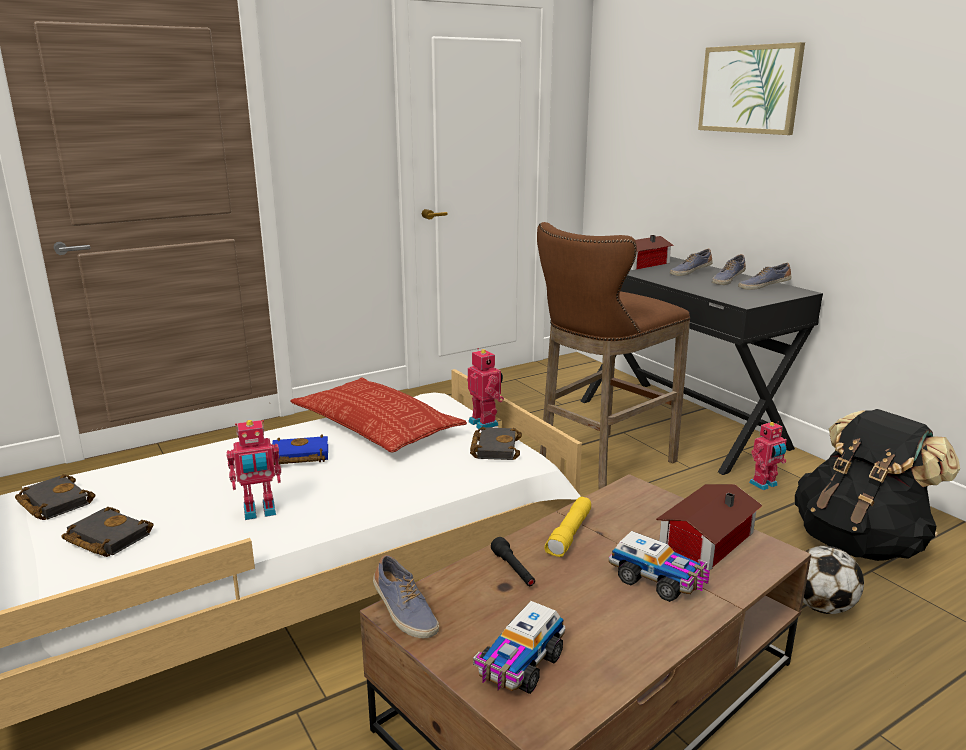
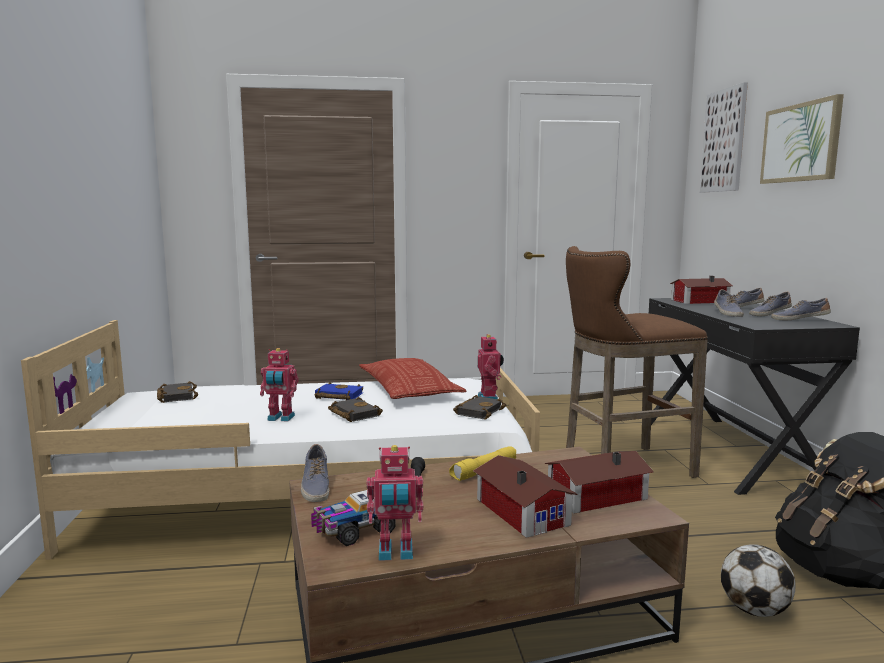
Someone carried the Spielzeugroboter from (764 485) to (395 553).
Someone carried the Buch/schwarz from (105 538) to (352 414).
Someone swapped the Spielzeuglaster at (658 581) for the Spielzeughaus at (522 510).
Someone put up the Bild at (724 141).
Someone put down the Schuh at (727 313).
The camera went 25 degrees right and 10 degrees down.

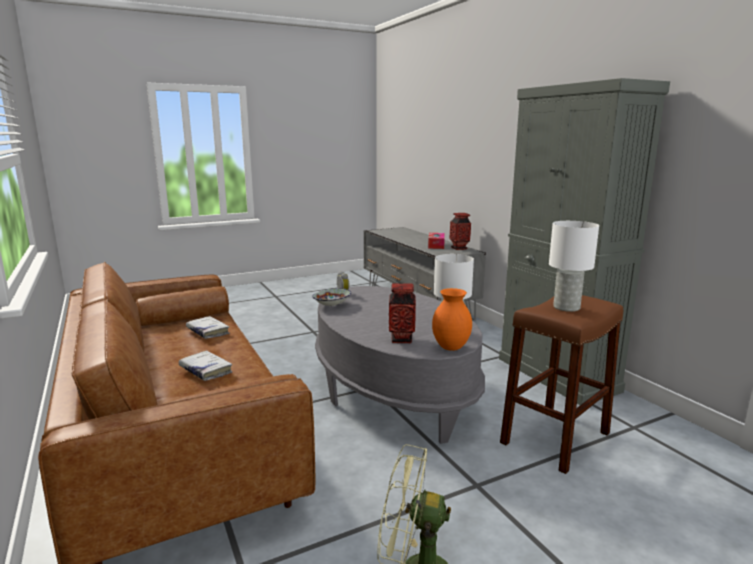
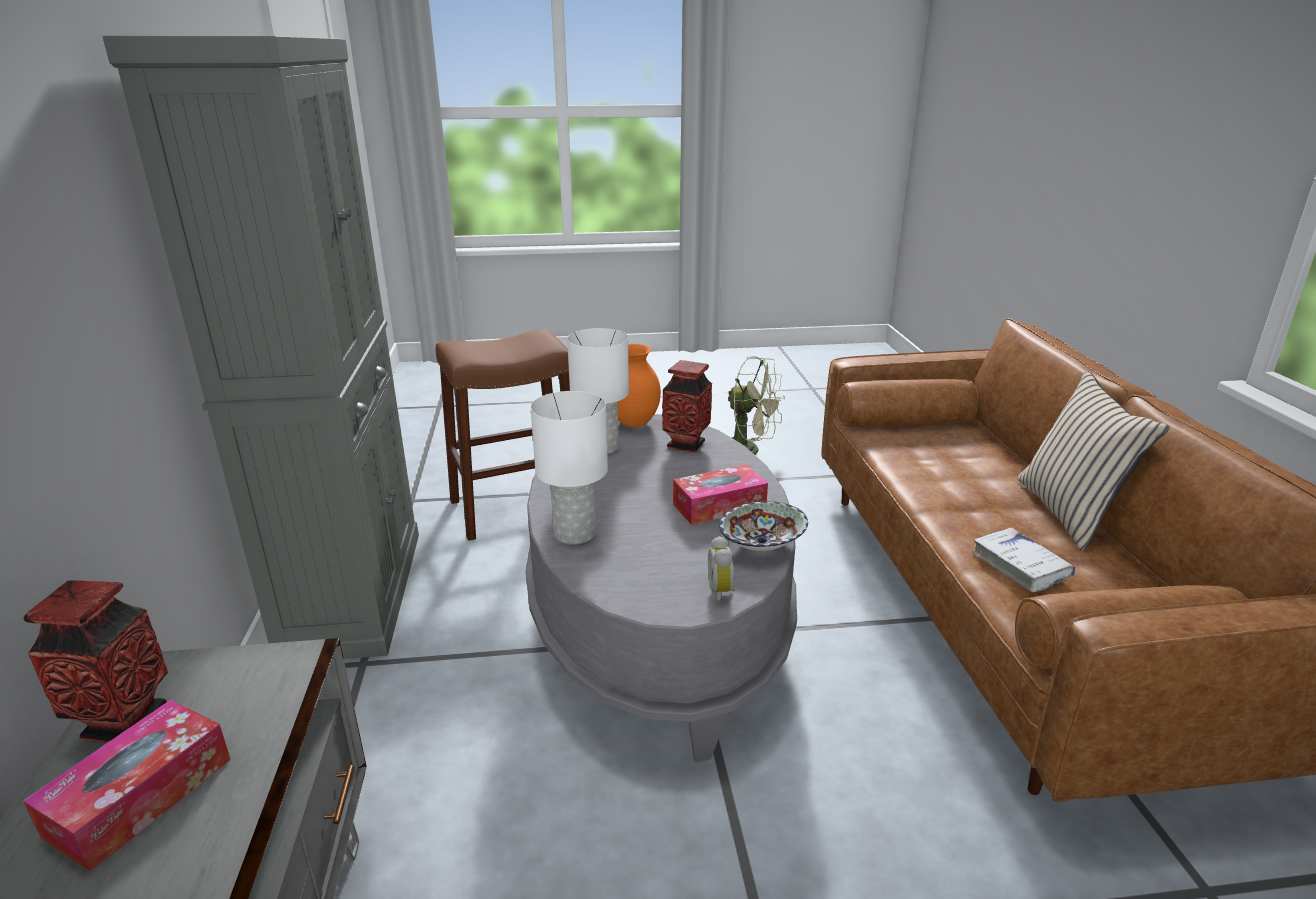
Someone carried the Tischlampe/weiß from (567 307) to (573 533).
Someone took away the Buch/weiß at (206 371).
Someone put down the Kissen/beige at (1070 512).
Someone put down the Taschentuchbox at (719 506).
The camera went 160 degrees left and 10 degrees up.

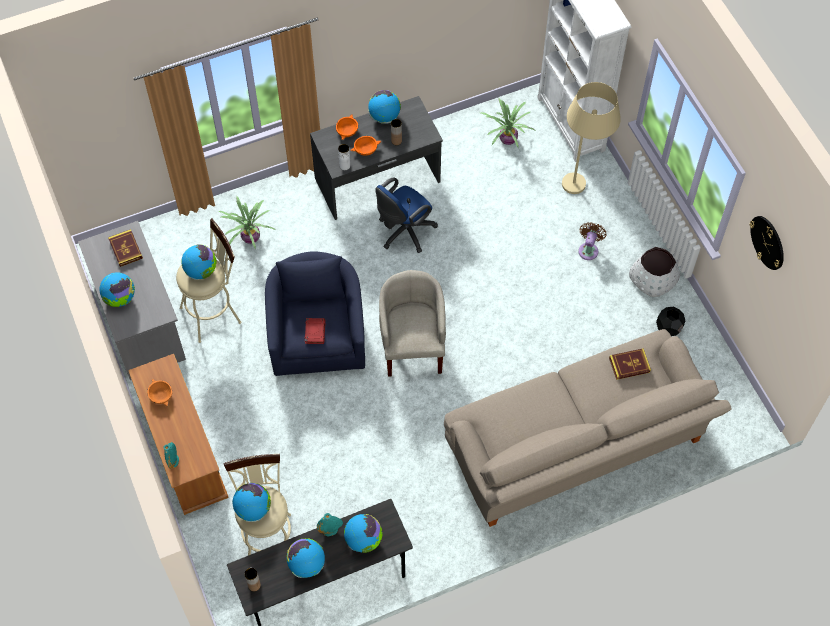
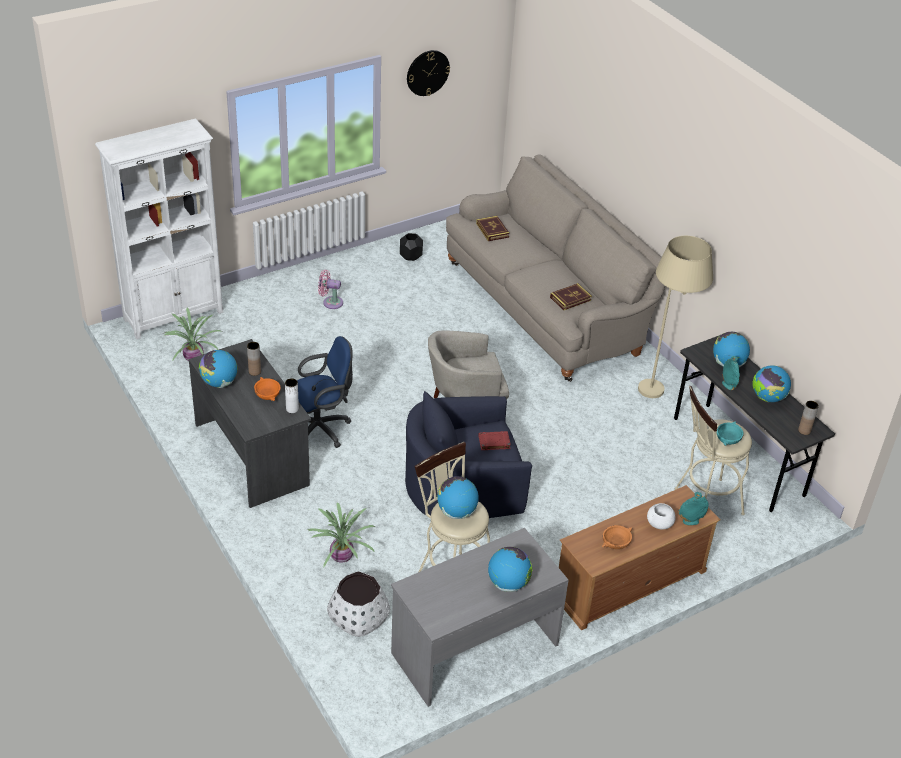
Someone carried the Stehlampe/beige from (579 194) to (662 385).
Someone took away the Schüssel/orange at (347 131).
Someone rotated the Bürostuhl/blau at (404 232) by 60 degrees counterclockwise.
Someone repainted the Ventilator/braun at (589 249), which became the Ventilator/rosa at (330 302).
Someone carried the Buch from (125 249) to (570 299).
Someone carried the Pflanzkübel/weiß from (653 278) to (358 615).
Someone swapped the Globus at (253 509) for the Schüssel/türkis at (728 439).
Someone put down the Schüssel/weiß at (660 524).
The camera went 100 degrees left and 20 degrees down.

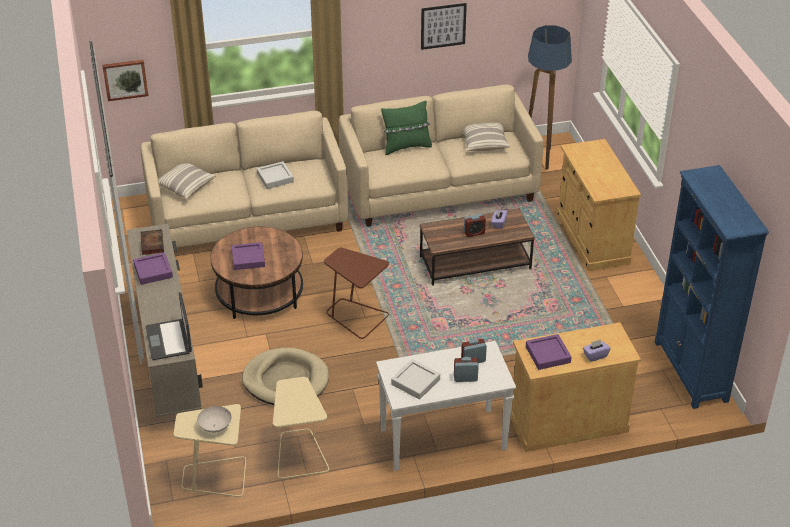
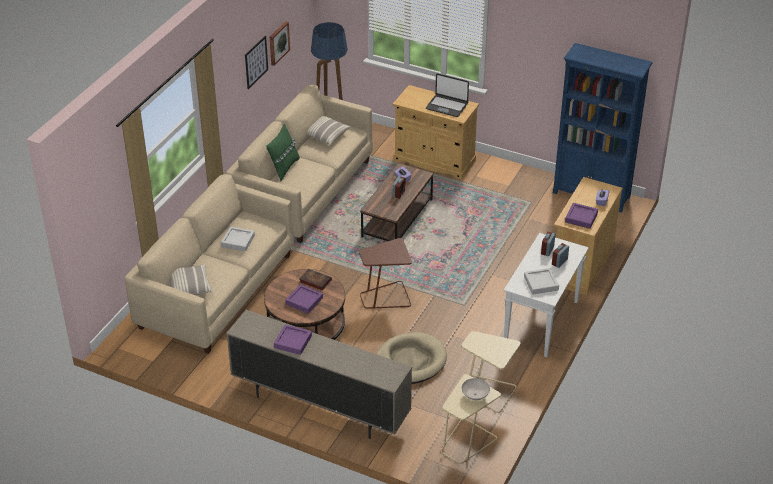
Someone carried the Bild from (125 79) to (278 43).
Someone carried the Buch from (152 243) to (314 281).
Someone carried the Laptop from (169 340) to (447 106).
The camera went 50 degrees left and 0 degrees up.

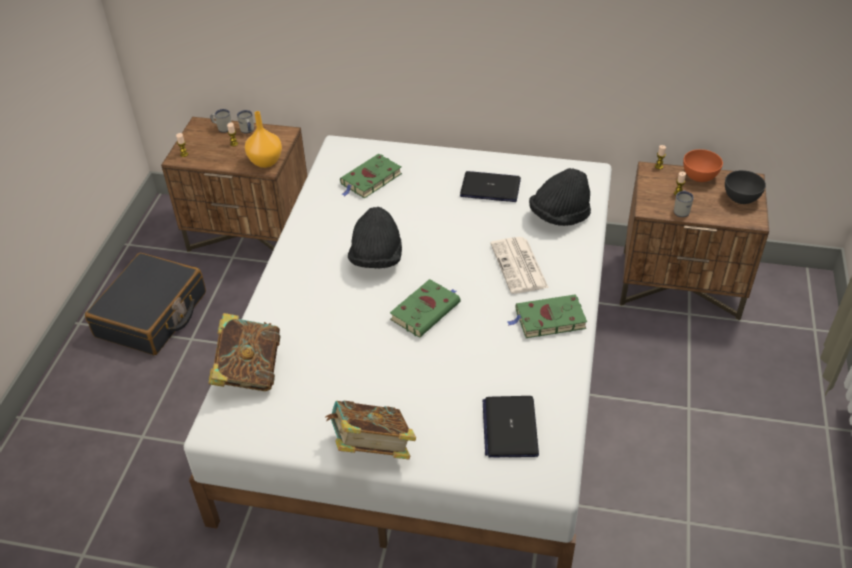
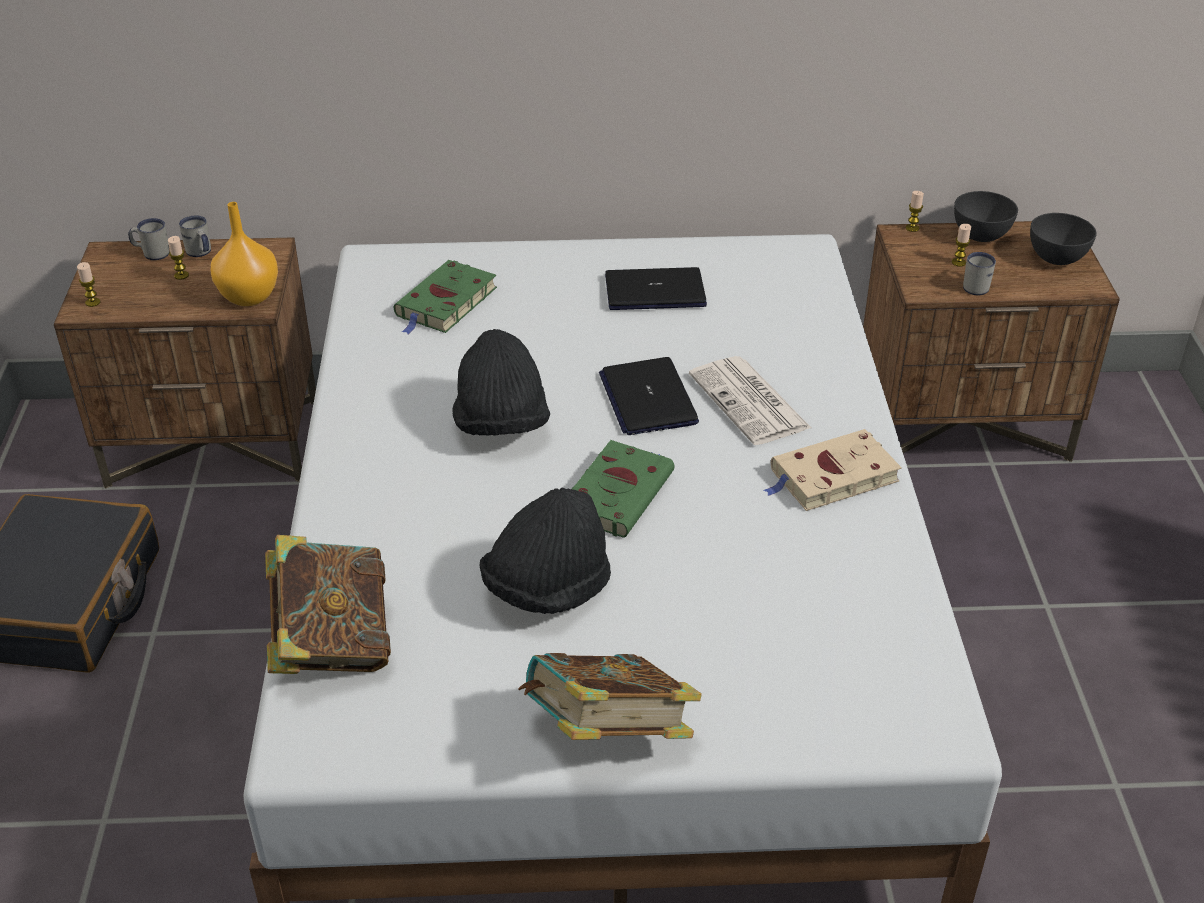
Someone repainted the Schüssel/orange at (699 177), which became the Schüssel/grau at (981 235).
Someone carried the Hut/schwarz from (559 216) to (547 588).
Someone repainted the Buch/grün at (548 320), which became the Buch/beige at (831 477).
Someone carried the Laptop from (510 427) to (647 398).
The camera went 15 degrees left and 5 degrees down.

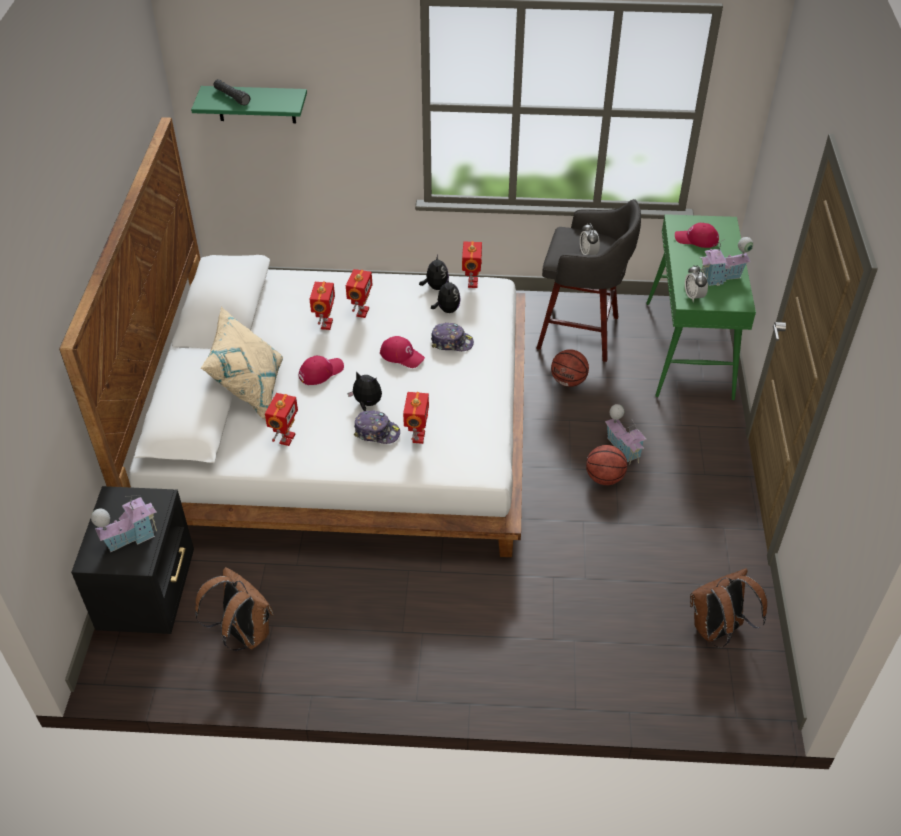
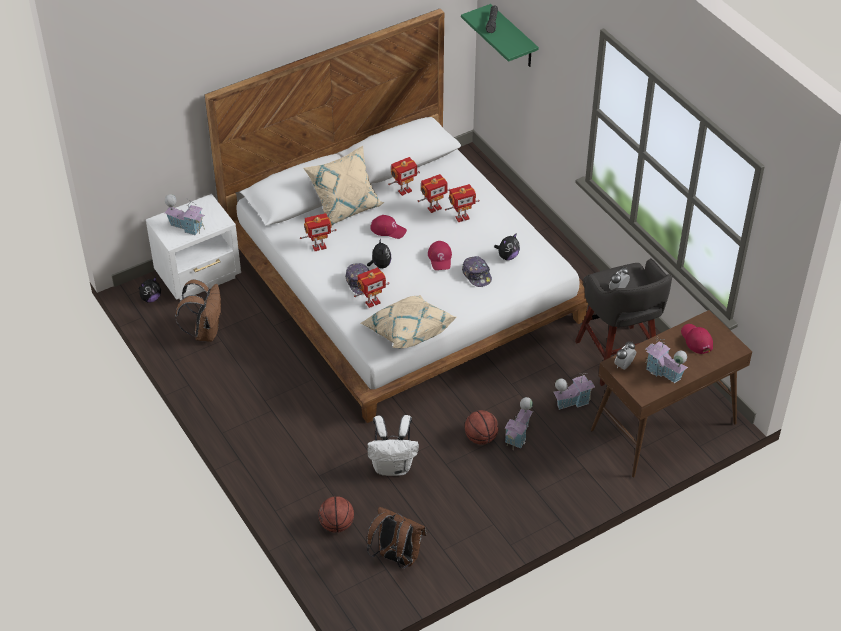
Someone repainted the Konsolentisch/grün at (689 350), which became the Konsolentisch/braun at (663 428).
Someone carried the Spielzeugroboter from (471 283) to (404 190).
Someone carried the Plüschtier from (435 286) to (151 298).
Someone carried the Basketball from (568 381) to (336 525).
Someone repainted the Nachttisch/schwarz at (150 593), which became the Nachttisch/weiß at (200 276).
Someone put down the Kissen/beige at (407 331).
Someone put down the Spielzeughaus at (572 401).
Someone put down the Rucksack/weiß at (393 466).
The camera went 55 degrees right and 0 degrees up.

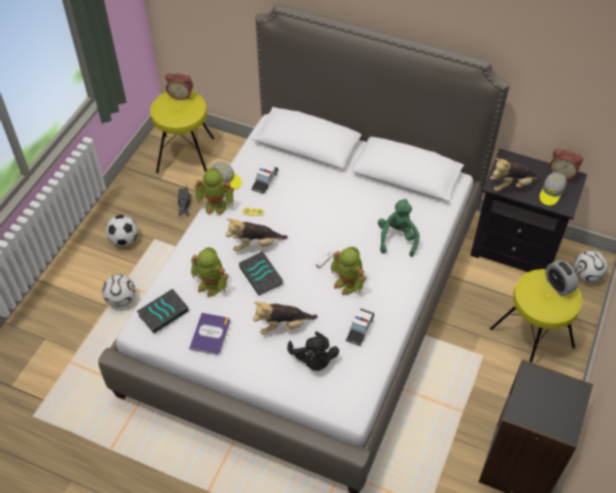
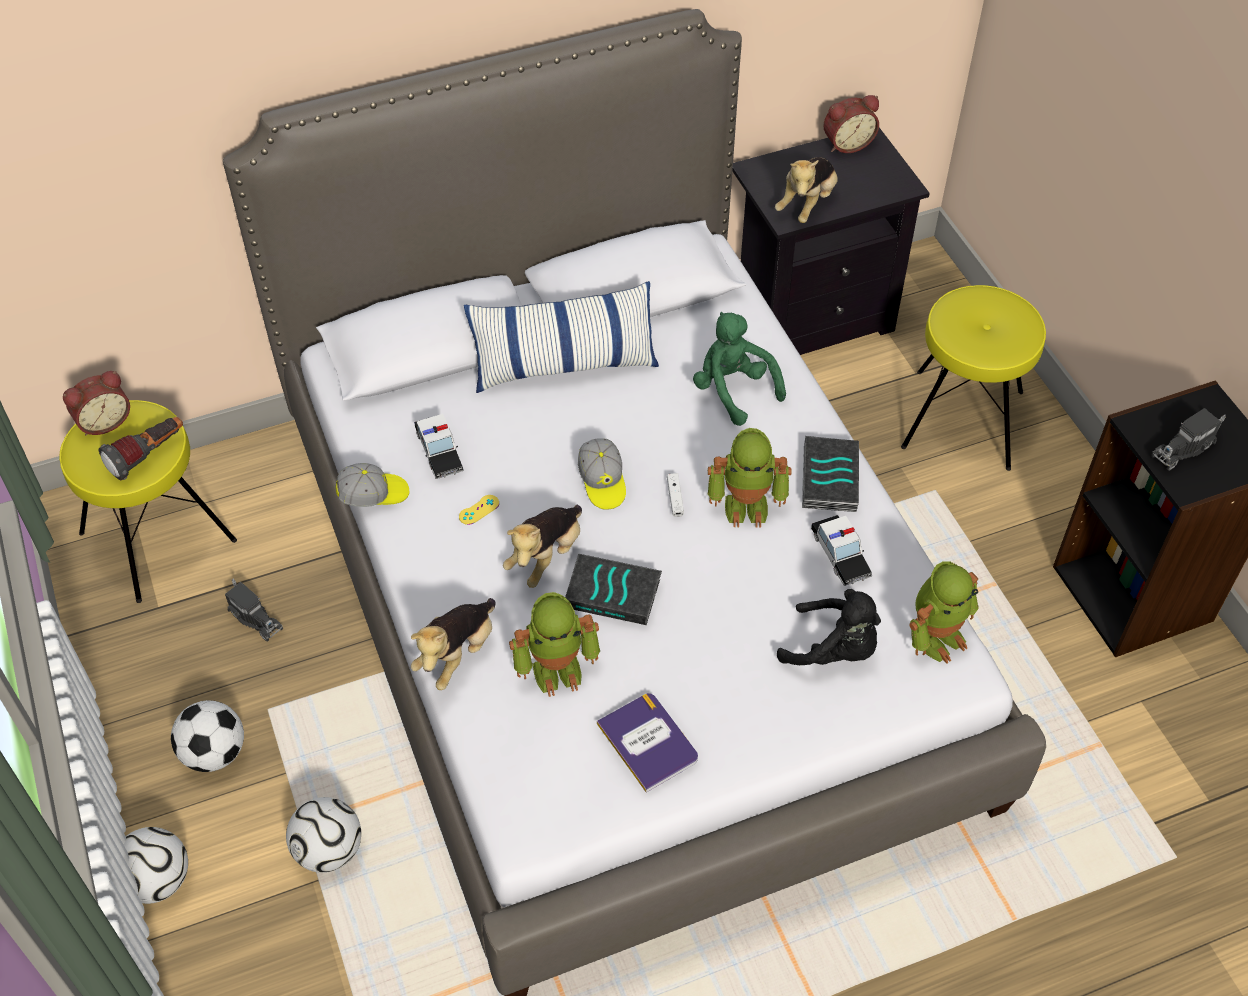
Someone carried the Spielzeugroboter from (216 205) to (936 636).
Someone carried the Kappe from (551 193) to (602 482).
Someone carried the Fußball from (587 275) to (158 880).
Someone took away the Wecker at (558 285).
Someone carried the Buch from (163 312) to (828 478).
Someone carried the Plüschtier from (283 326) to (457 654).
Someone put down the Kissen at (564 365).
Someone put down the Spielzeuglaster at (1184 448).
Someone put down the Taschenlampe at (148 456).
The camera went 45 degrees left and 0 degrees up.

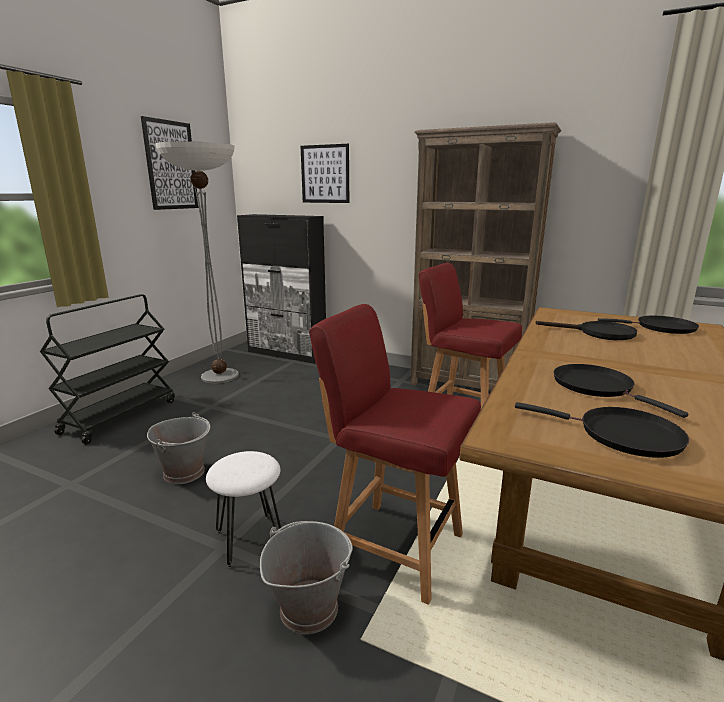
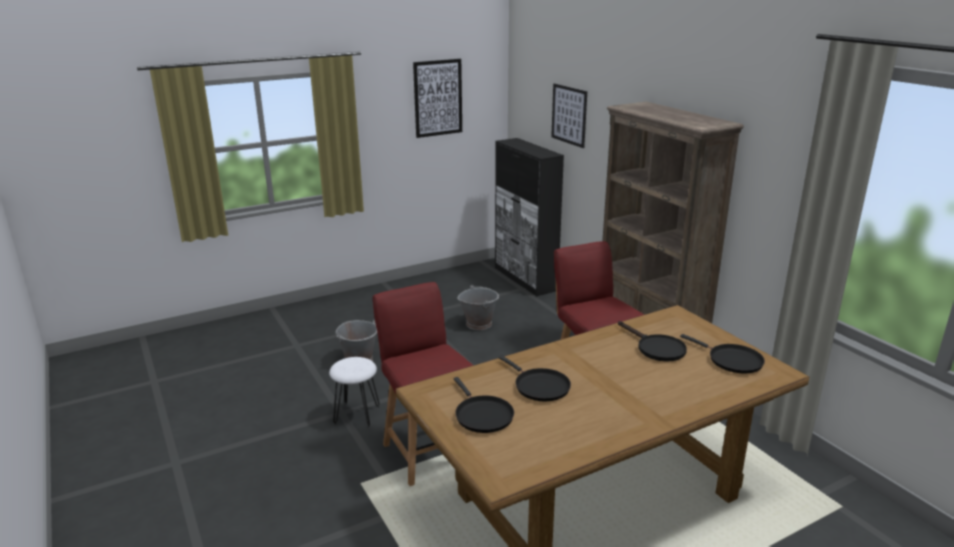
Someone took away the Stehlampe at (220 376).
Someone took away the Rollwagen/schwarz at (120 416).
Someone rotated the Pfanne/schwarz at (597 387) by 135 degrees clockwise.
Someone carried the Eimer/grau from (308 608) to (479 324).
The camera went 35 degrees right and 5 degrees up.

